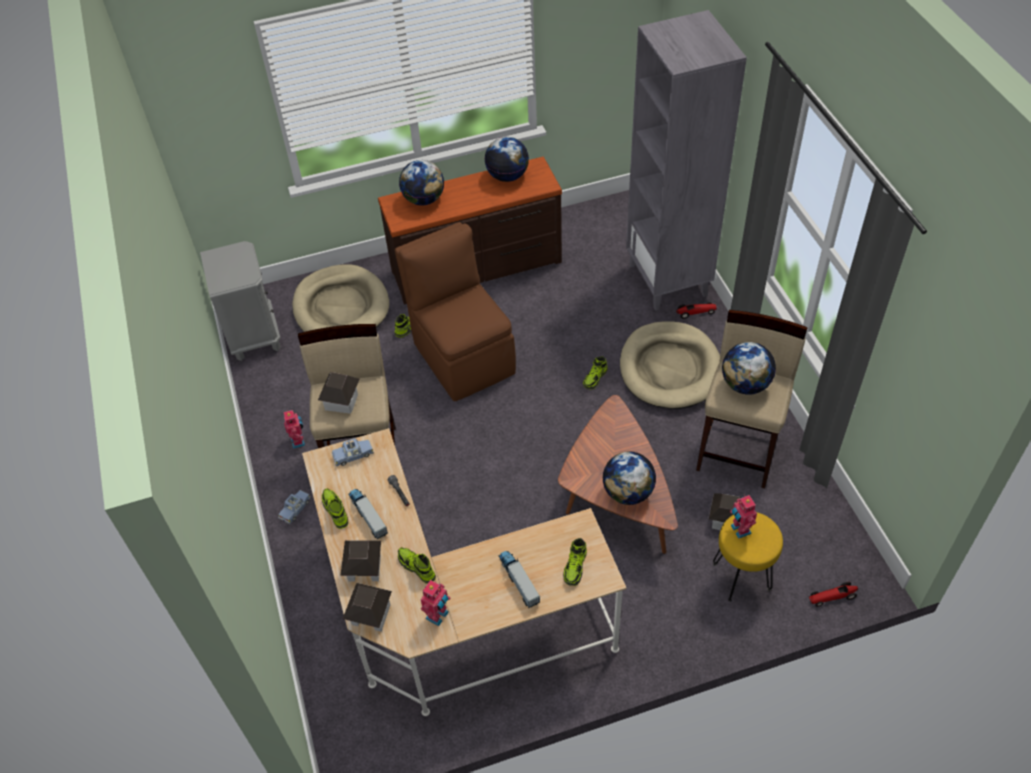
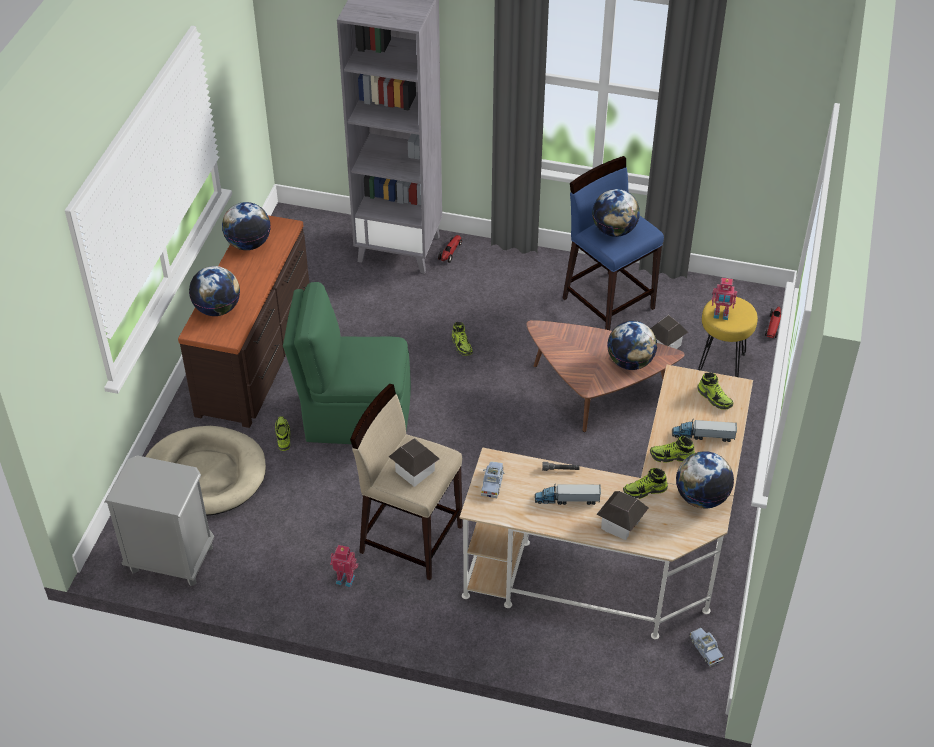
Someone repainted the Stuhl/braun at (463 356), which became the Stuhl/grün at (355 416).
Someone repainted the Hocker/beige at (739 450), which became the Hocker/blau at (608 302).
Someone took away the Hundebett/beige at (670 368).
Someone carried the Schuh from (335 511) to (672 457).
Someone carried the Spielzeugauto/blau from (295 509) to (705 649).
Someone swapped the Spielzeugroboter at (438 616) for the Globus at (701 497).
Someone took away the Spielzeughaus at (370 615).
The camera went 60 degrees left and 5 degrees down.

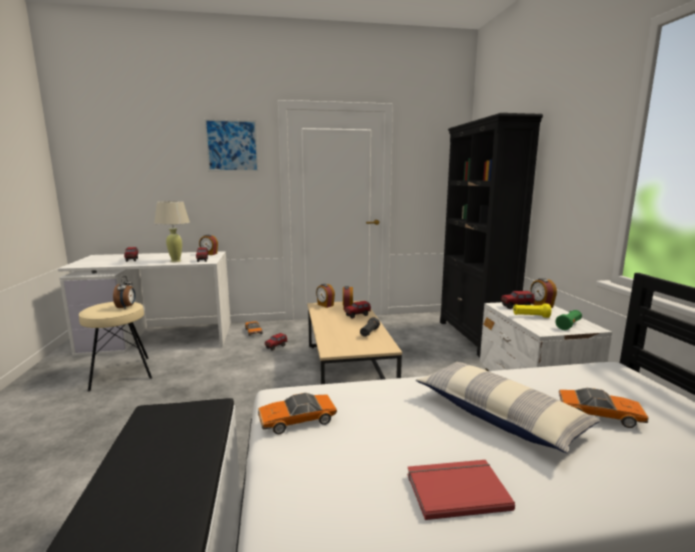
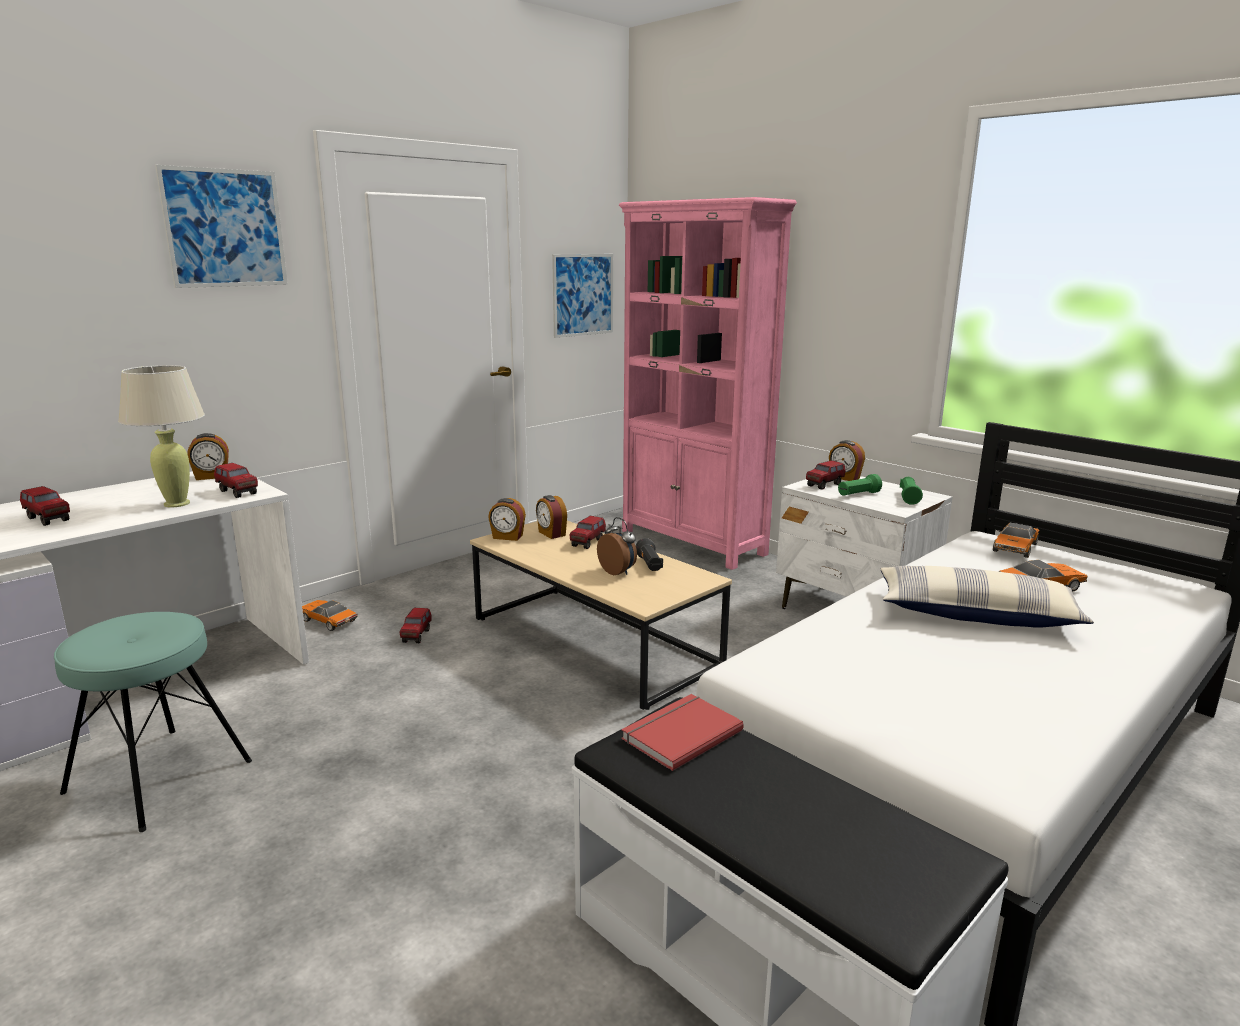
Someone repainted the Bücherregal/schwarz at (474 337), which became the Bücherregal/rosa at (693 543).
Someone carried the Wecker from (126 307) to (618 572).
Someone repainted the Hocker/beige at (120 373), which became the Hocker/türkis at (158 777).
Someone repainted the Taschenlampe/gelb at (530 316), which became the Taschenlampe/grün at (858 494).
Someone carried the Spielzeugauto from (297 420) to (1014 548).
Someone carried the Buch/rot from (455 489) to (679 733).
Someone put up the Bild at (583 295).
The camera went 35 degrees left and 5 degrees up.

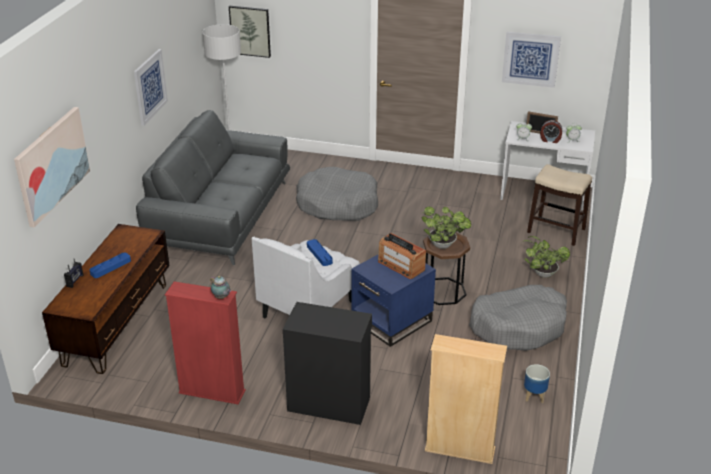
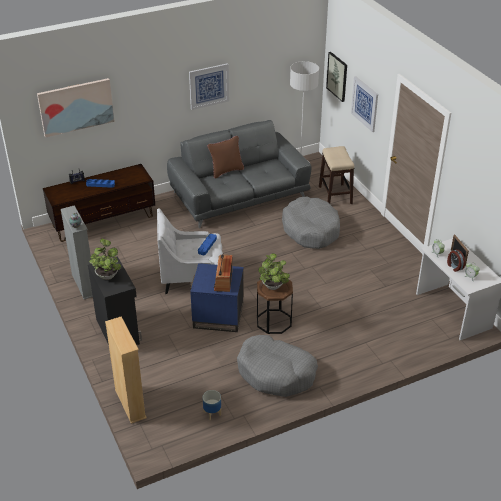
Someone carried the Bild from (530 59) to (365 103).
Someone carried the Hocker from (555 230) to (335 195).
Someone carried the Topfpflanze from (542 273) to (107 275).
Someone repainted the Bücherregal/rot at (212 392), which became the Bücherregal/grau at (84 285).
Someone put down the Kissen/braun at (226 171).
The camera went 50 degrees right and 5 degrees up.

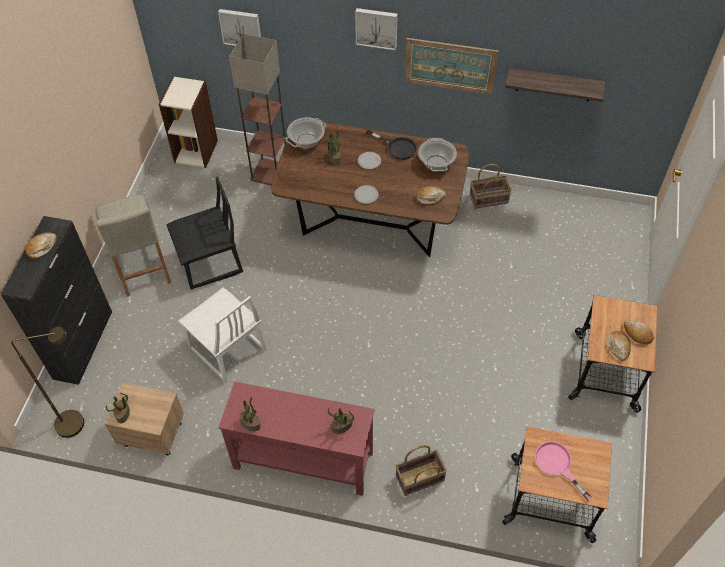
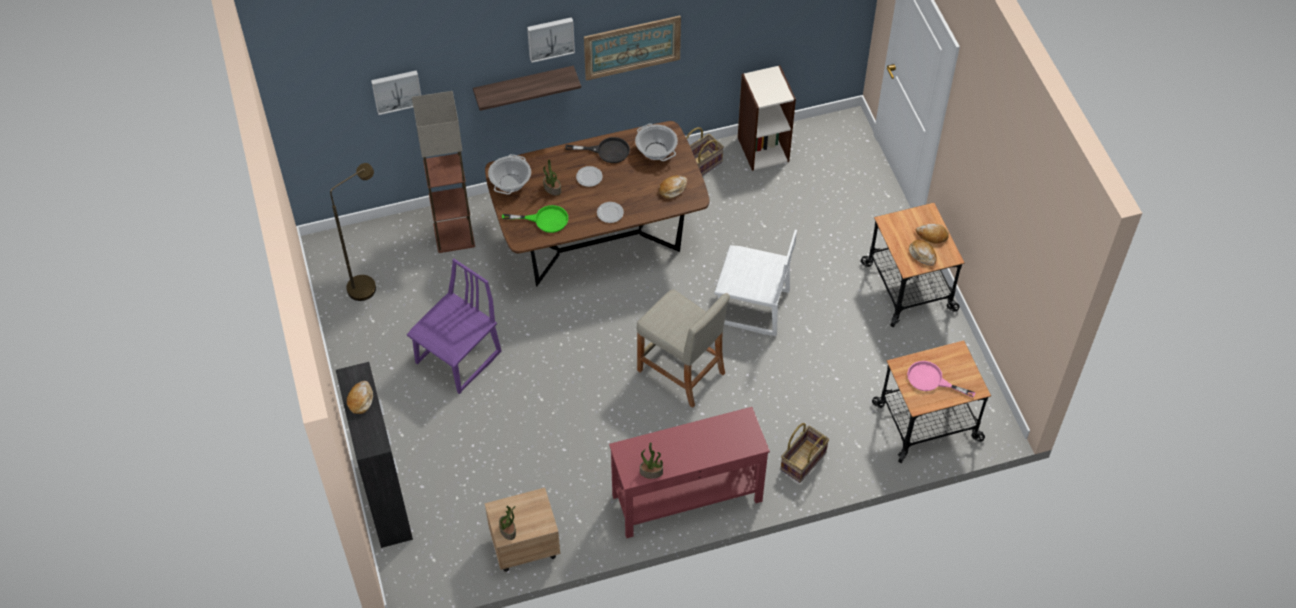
Someone carried the Wandregal from (554 84) to (524 86).
Someone carried the Bücherregal from (196 151) to (763 149).
Someone repainted the Stuhl/schwarz at (210 263), which became the Stuhl/lila at (459 358).
Someone carried the Hocker/beige from (142 267) to (681 371).
Someone carried the Stuhl/weiß from (227 349) to (752 308).
Someone carried the Stehlampe/braun from (78 422) to (367 284).
Someone took away the Topfpflanze at (341 426).
Someone put down the Pfanne/grün at (544 220).
The camera went 30 degrees left and 0 degrees up.

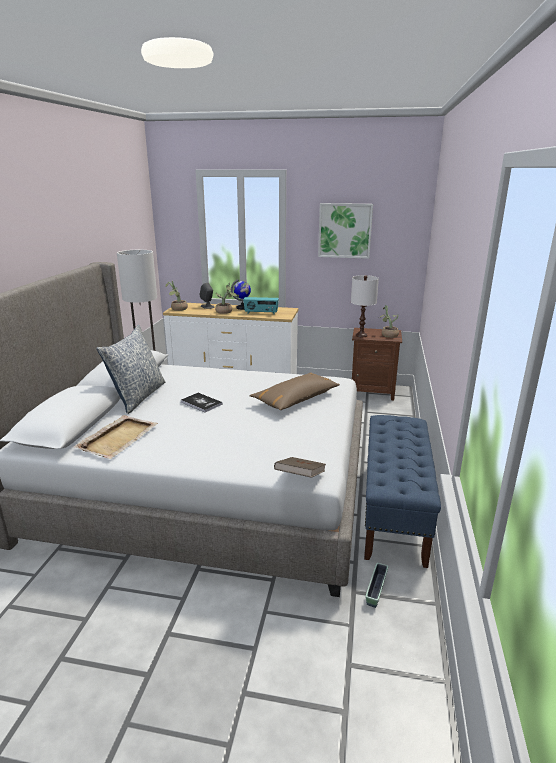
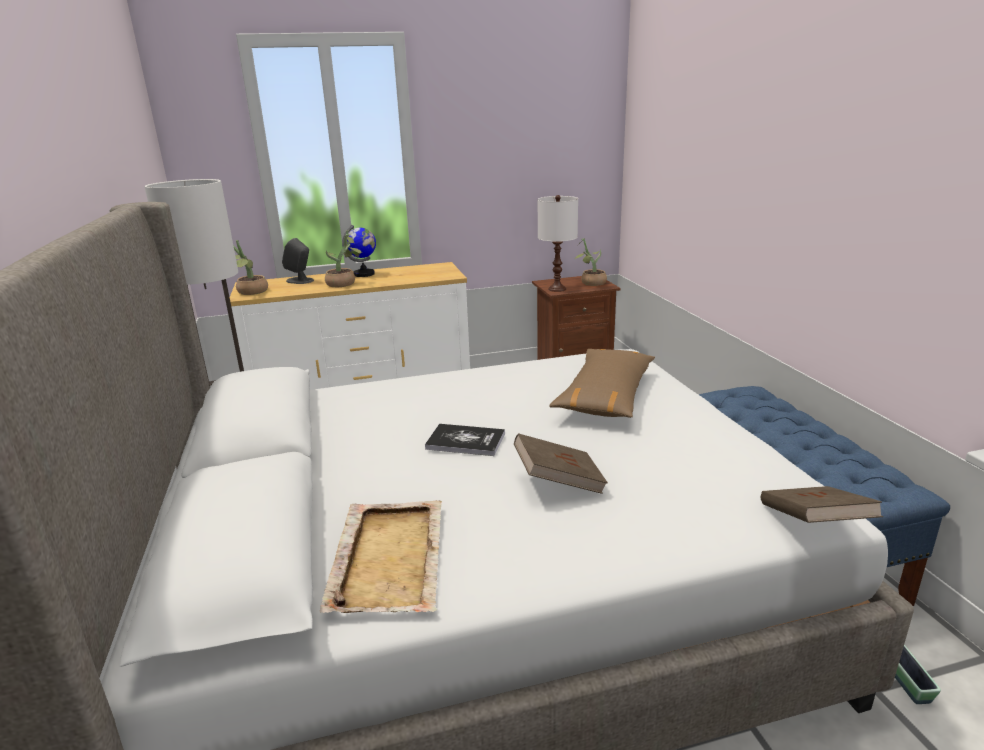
Someone took away the Bild at (345 230).
Someone took away the Radio at (261 313).
Someone took away the Kissen at (138 397).
Someone put down the Buch/braun at (558 481).
The camera went 25 degrees left and 0 degrees up.

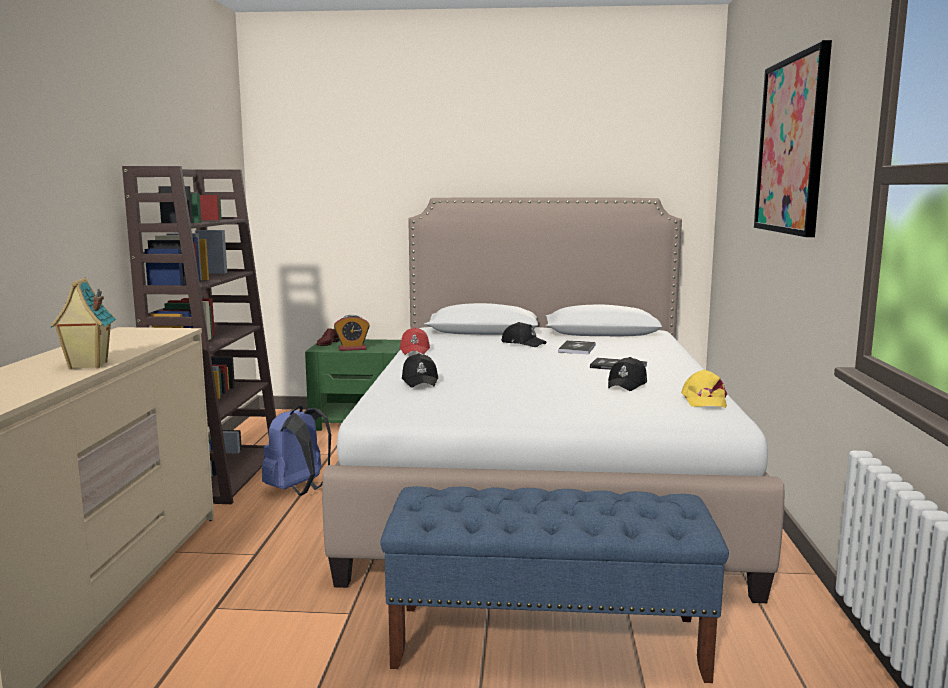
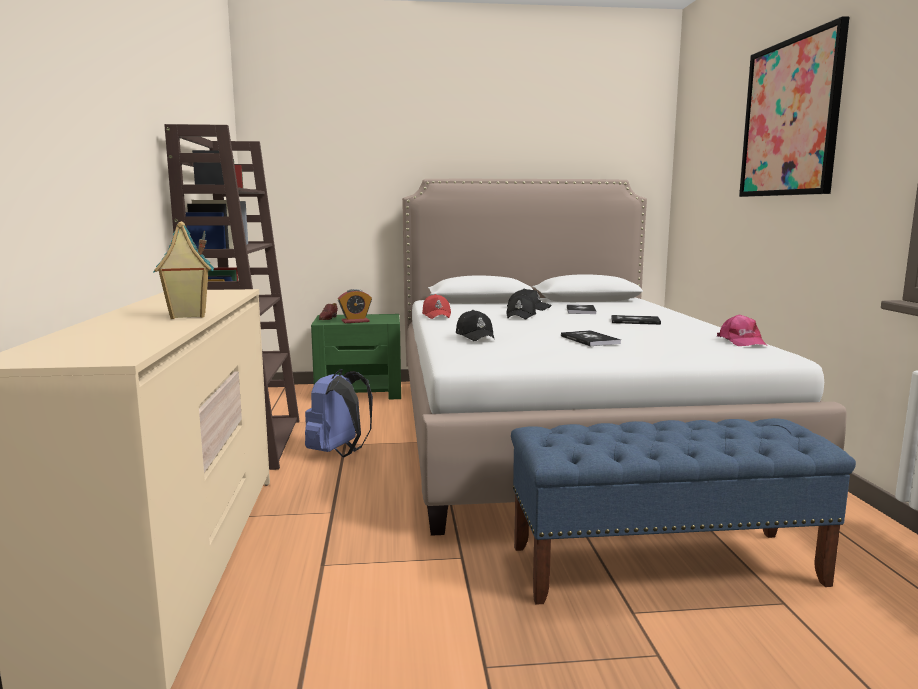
Someone carried the Kappe/schwarz from (627 384) to (521 316).
Someone repainted the Kappe/gelb at (704 400), which became the Kappe/rosa at (741 341).
Someone put down the Buch at (590 340).
The camera went 10 degrees left and 0 degrees up.

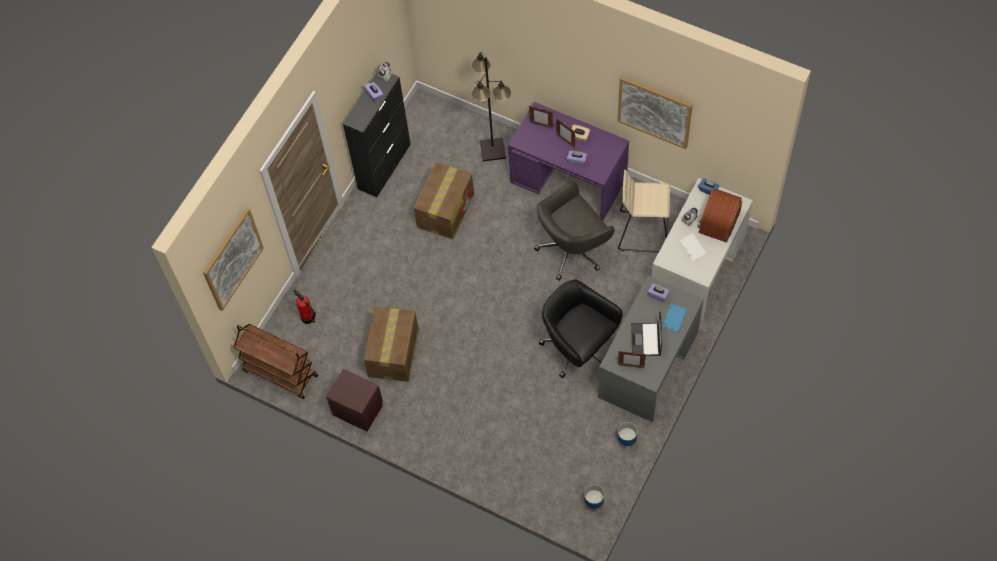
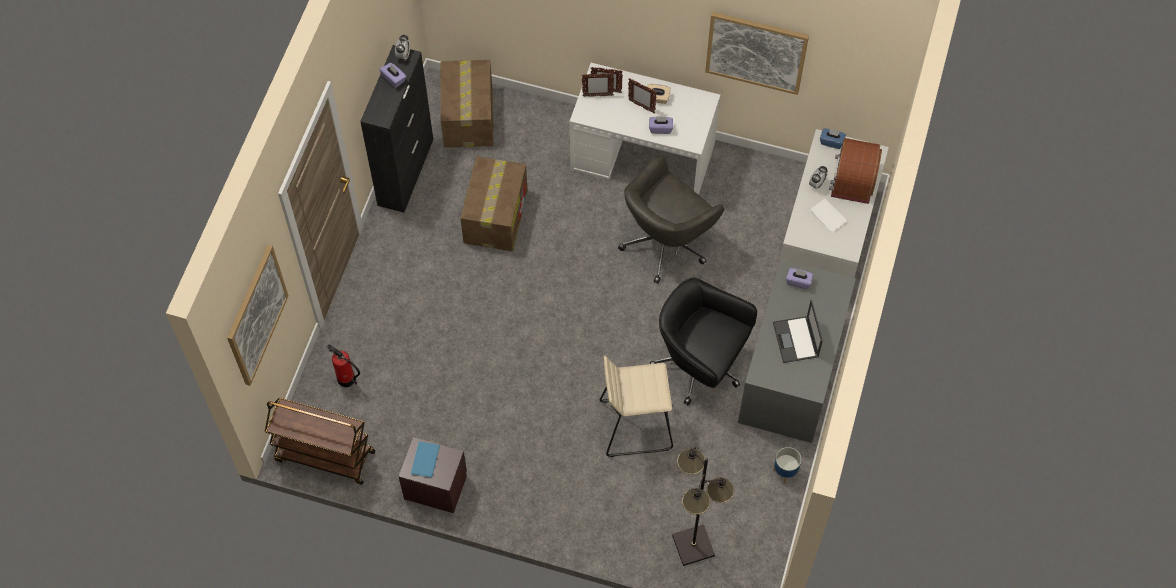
Someone carried the Stehlampe/schwarz from (493 149) to (693 545).
Someone repainted the Schreibtisch/lila at (568 180), which became the Schreibtisch/weiß at (642 156).
Someone carried the Hocker/beige from (643 231) to (635 425).
Someone carried the Buch/blau from (673 318) to (424 460).
Someone carried the Karton from (393 353) to (468 118).
Someone carried the Bilderrahmen from (631 366) to (597 95).
Someone took away the Pflanzkübel at (593 503).
The camera went 15 degrees left and 0 degrees up.

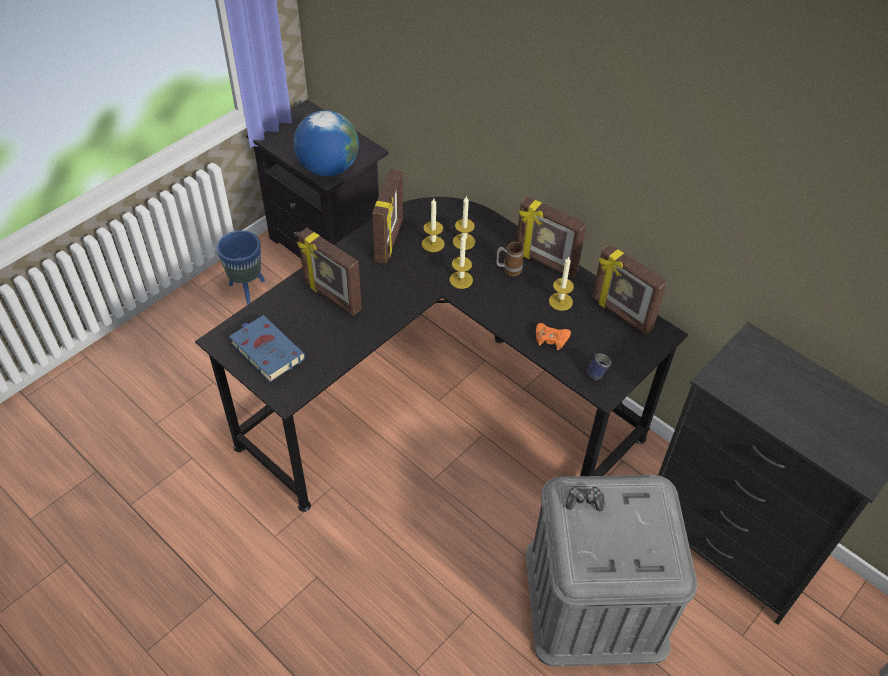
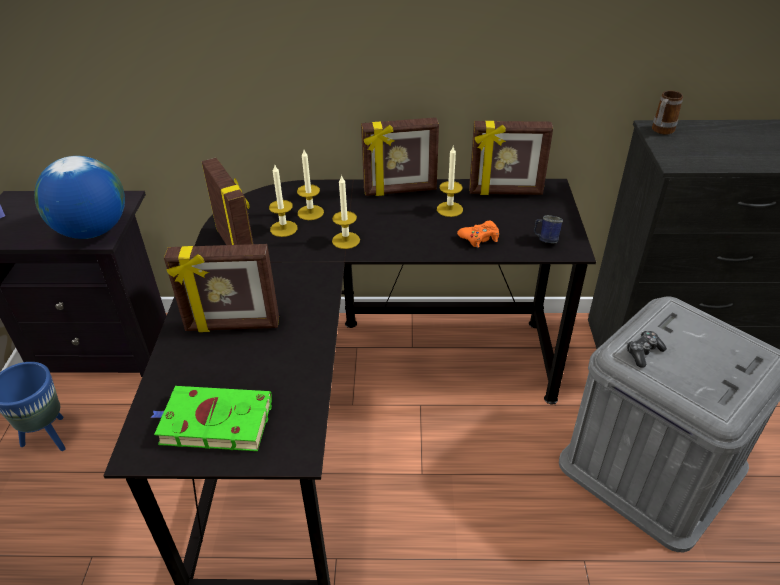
Someone carried the Henkelbecher from (508 270) to (660 131).
Someone repainted the Buch/blau at (266 350), which became the Buch/grün at (213 422).
The camera went 40 degrees left and 10 degrees down.

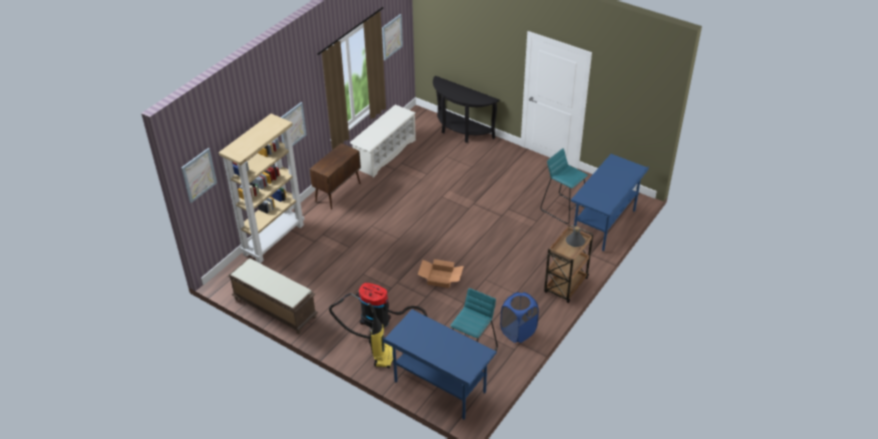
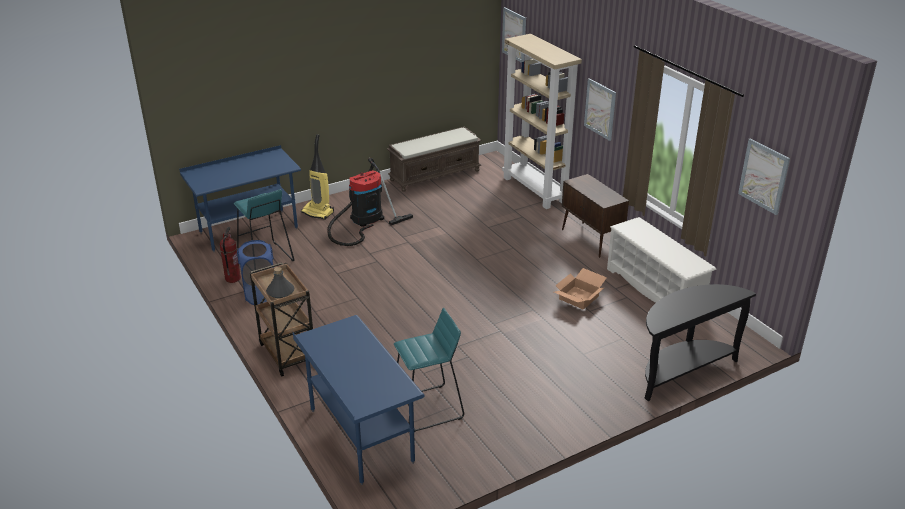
Someone carried the Karton from (441 278) to (579 298).
Someone put down the Feuerlöscher at (233 278).
The camera went 115 degrees right and 10 degrees down.

